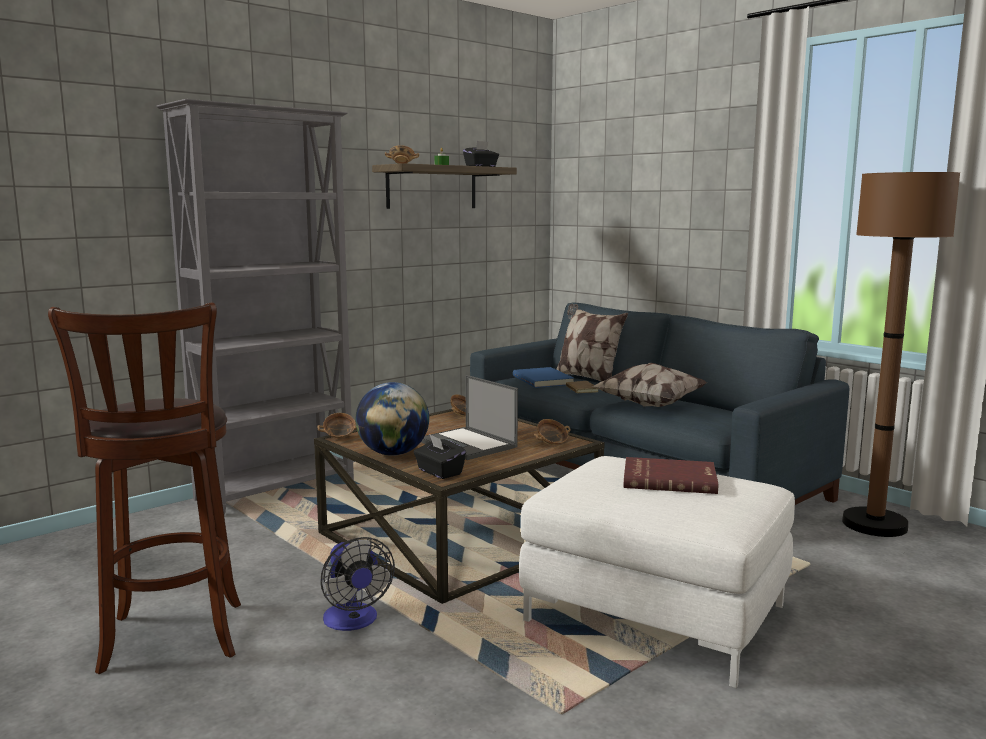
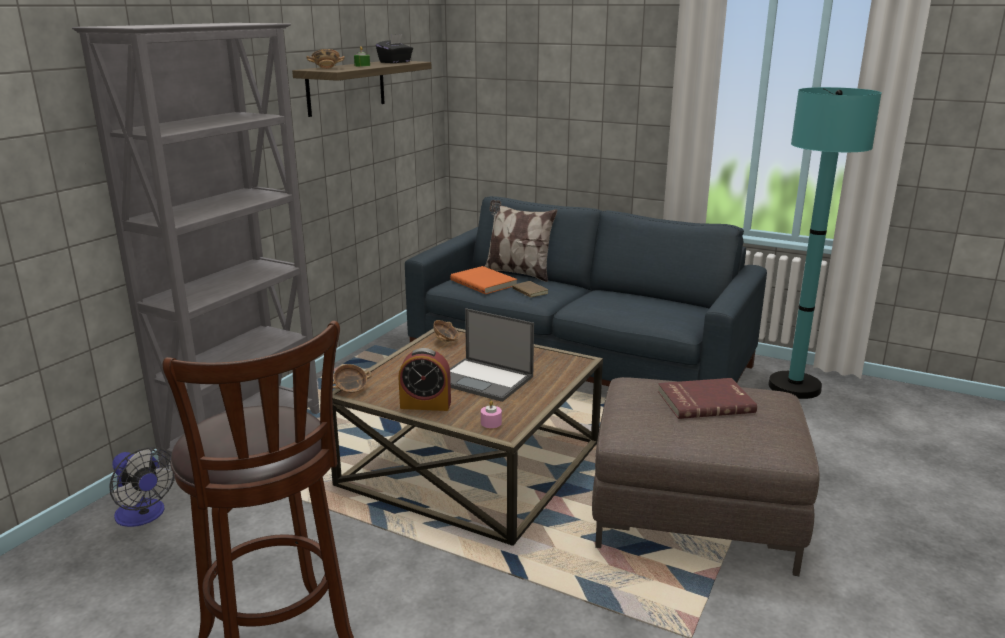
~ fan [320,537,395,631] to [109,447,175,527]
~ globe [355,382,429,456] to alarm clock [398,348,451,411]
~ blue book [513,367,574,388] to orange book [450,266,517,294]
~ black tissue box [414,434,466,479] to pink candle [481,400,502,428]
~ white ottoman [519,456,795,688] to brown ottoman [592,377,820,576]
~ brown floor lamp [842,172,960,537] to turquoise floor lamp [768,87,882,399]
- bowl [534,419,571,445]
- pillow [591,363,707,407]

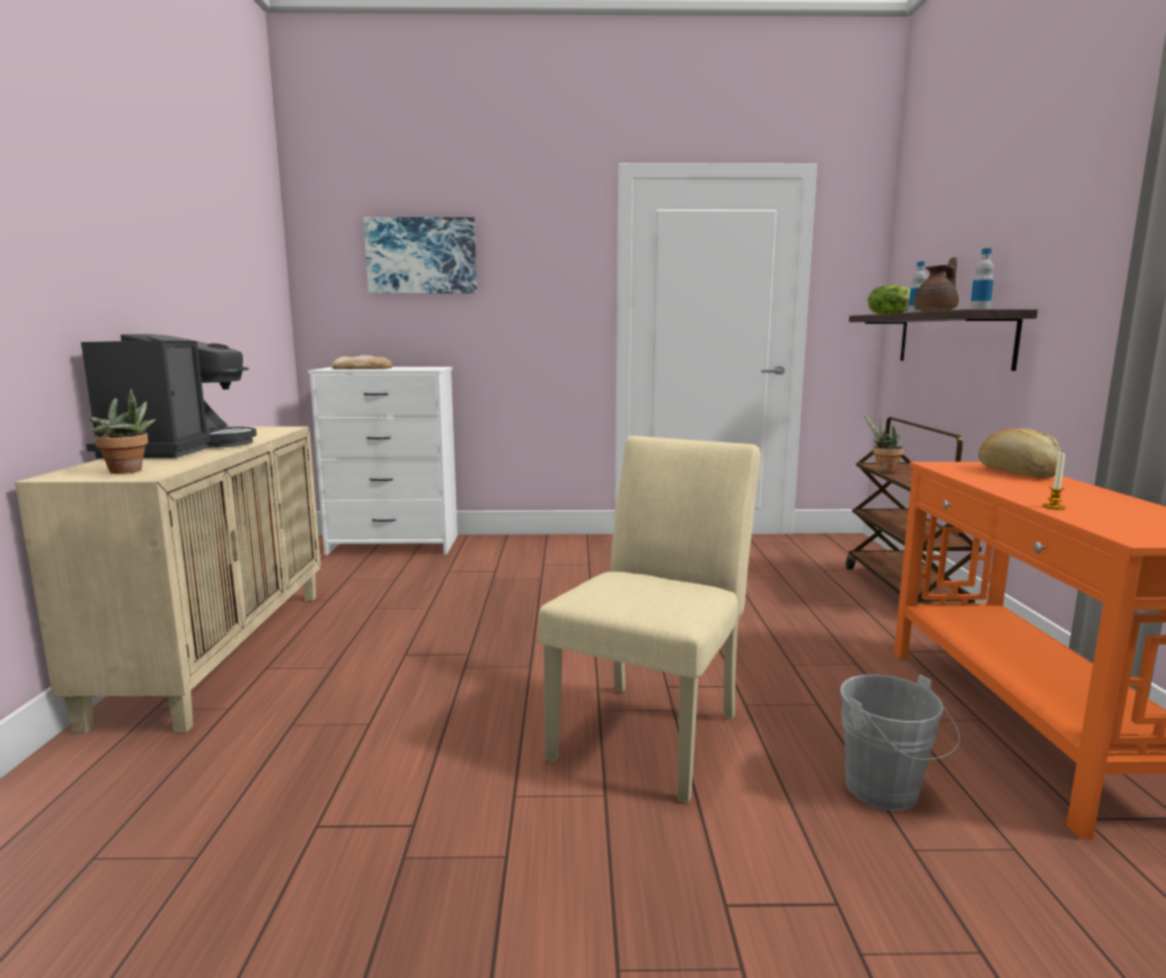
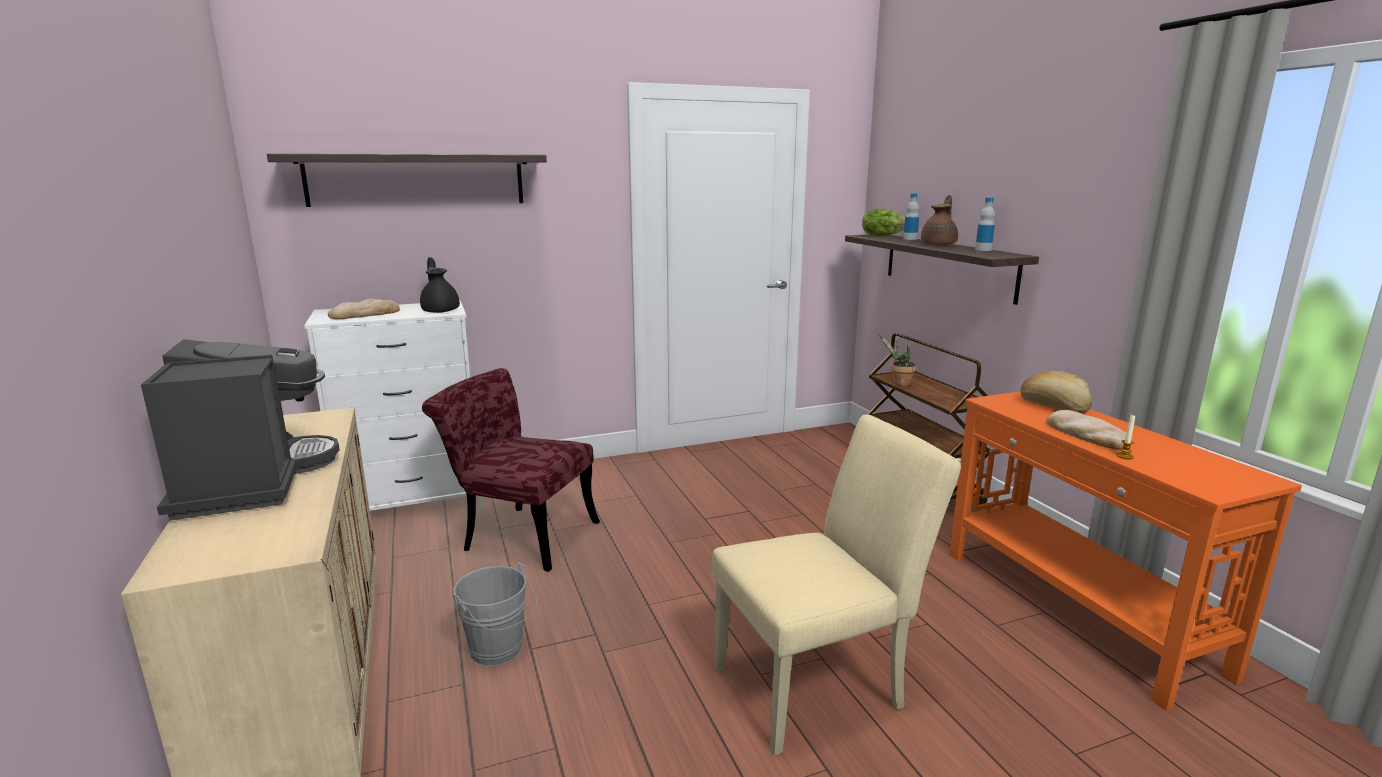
~ picture [363,217,477,294] to shelf [267,154,547,207]
+ black teapot [420,257,460,313]
+ red chair [422,368,600,572]
~ grey bucket [840,674,960,810] to [452,562,537,666]
~ beige chair [538,436,761,804] = [712,414,961,756] 60 degrees clockwise
+ bread [1047,410,1127,450]
- potted plant [89,388,156,474]

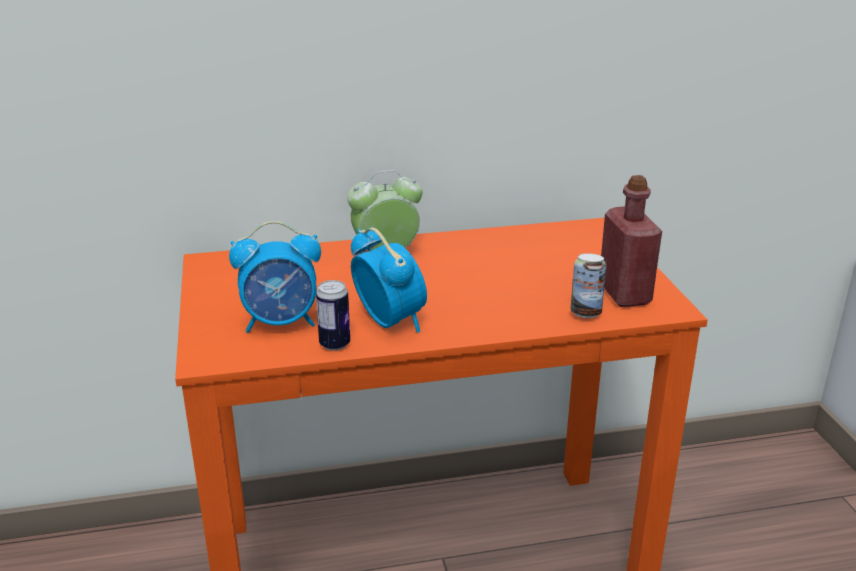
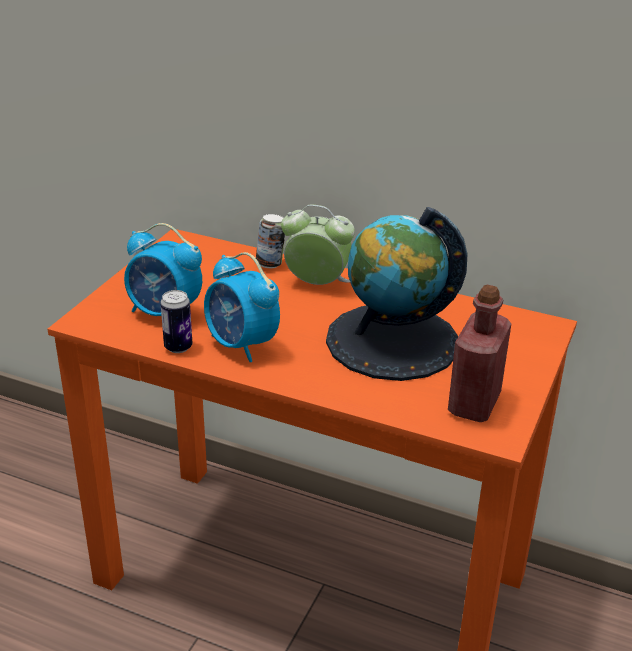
~ alarm clock [351,227,427,333] = [204,252,280,362] 135 degrees clockwise
~ can [570,253,606,318] to [256,214,285,268]
+ globe [326,207,467,381]

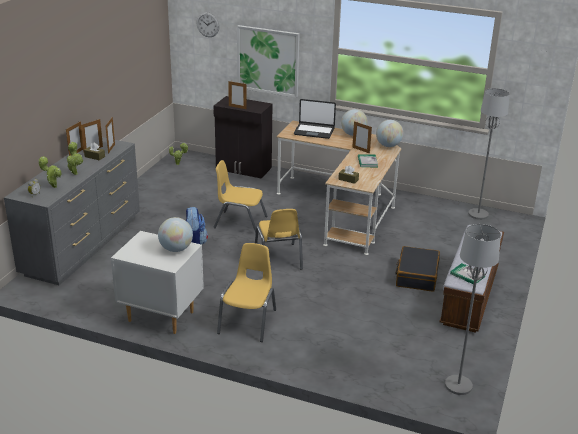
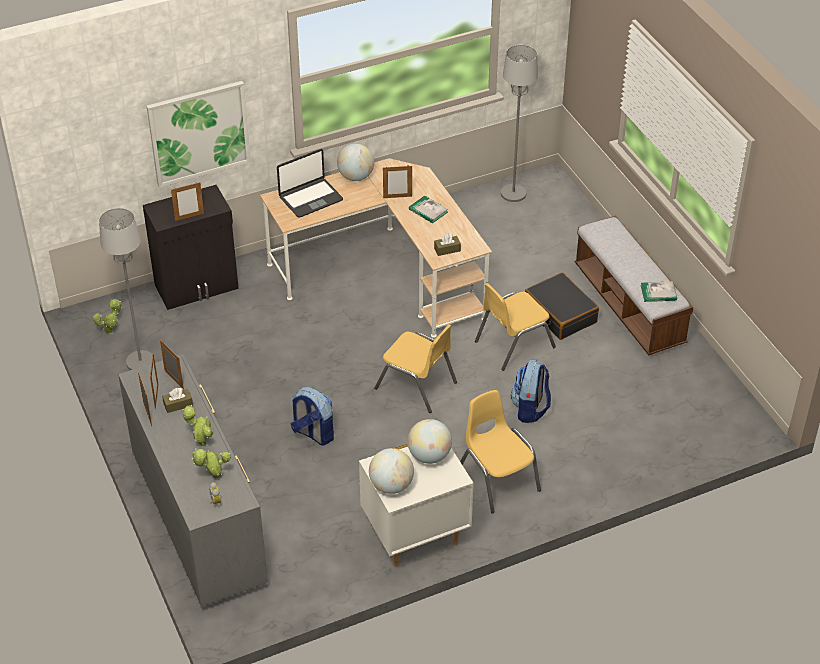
~ grey floor lamp [445,224,501,395] to [99,208,155,370]
~ globe [376,120,403,147] to [369,448,414,494]
~ yellow chair [214,160,268,233] to [475,283,556,371]
+ backpack [511,360,551,423]
- wall clock [196,12,220,37]

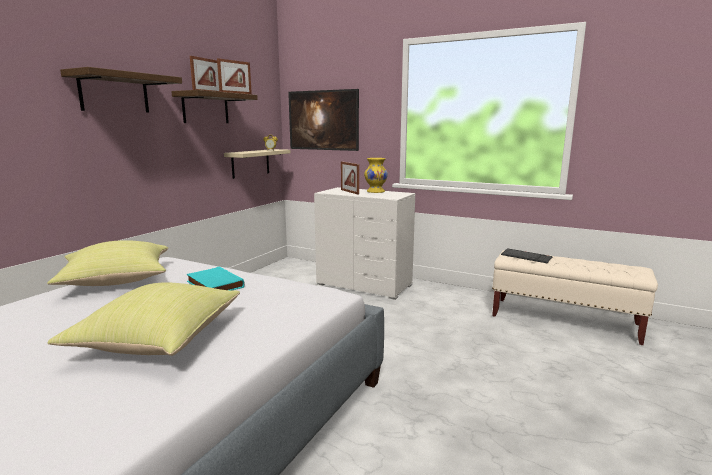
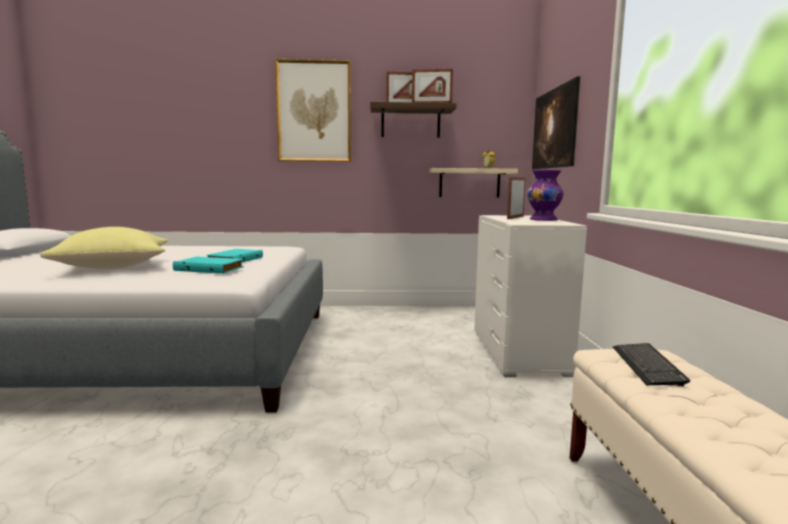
+ turquoise book [173,256,244,274]
~ shelf [60,67,182,112] to picture [275,59,351,162]
~ yellow vase [364,158,388,193] to purple vase [527,170,564,221]
- yellow pillow [47,240,168,286]

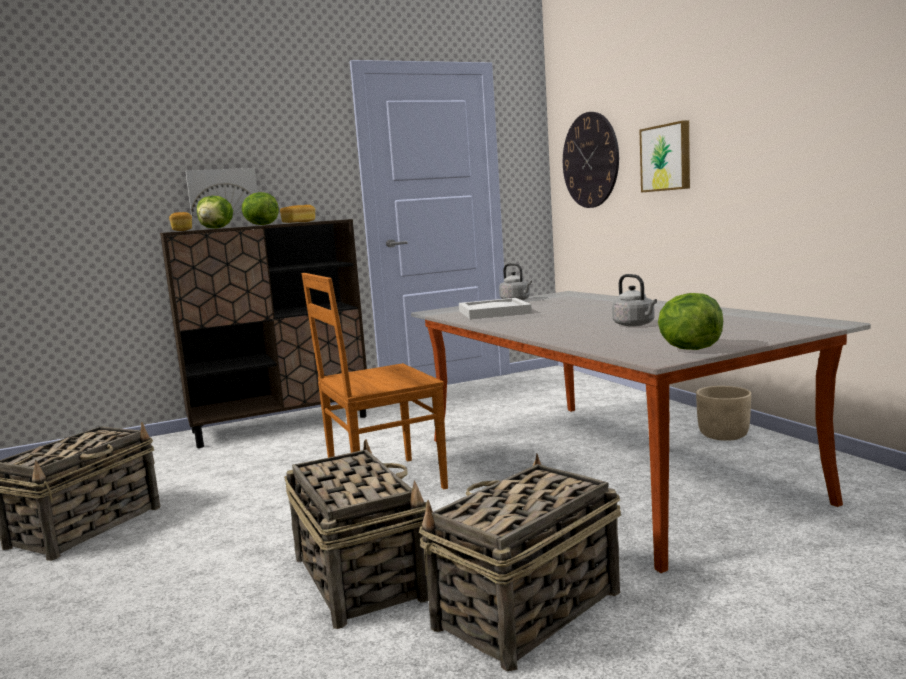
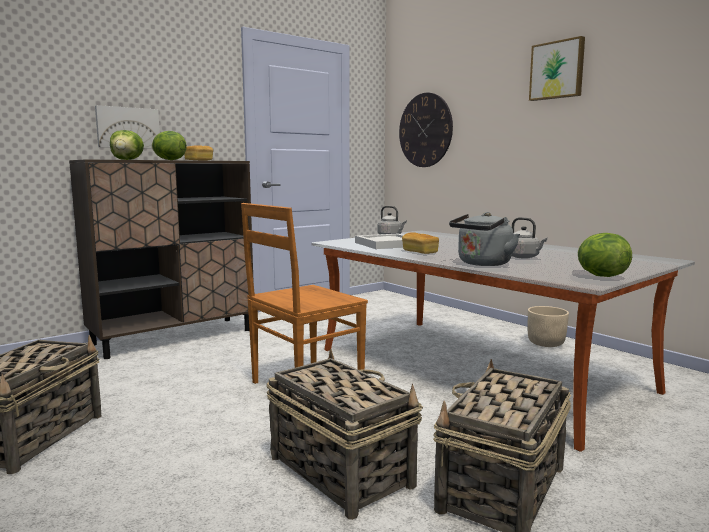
~ bread [169,212,192,231] to [402,232,439,254]
+ grey kettle [449,212,520,266]
~ picture [640,120,690,192] to [529,36,585,101]

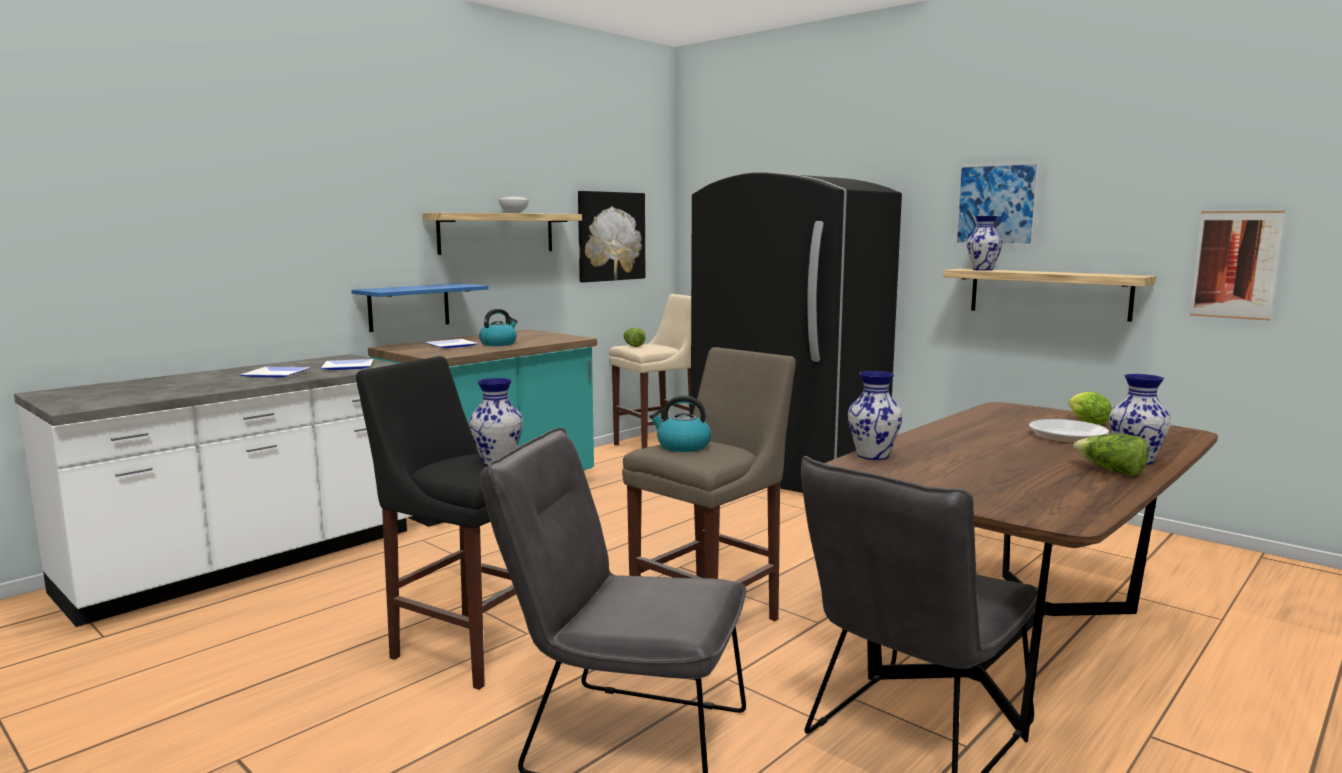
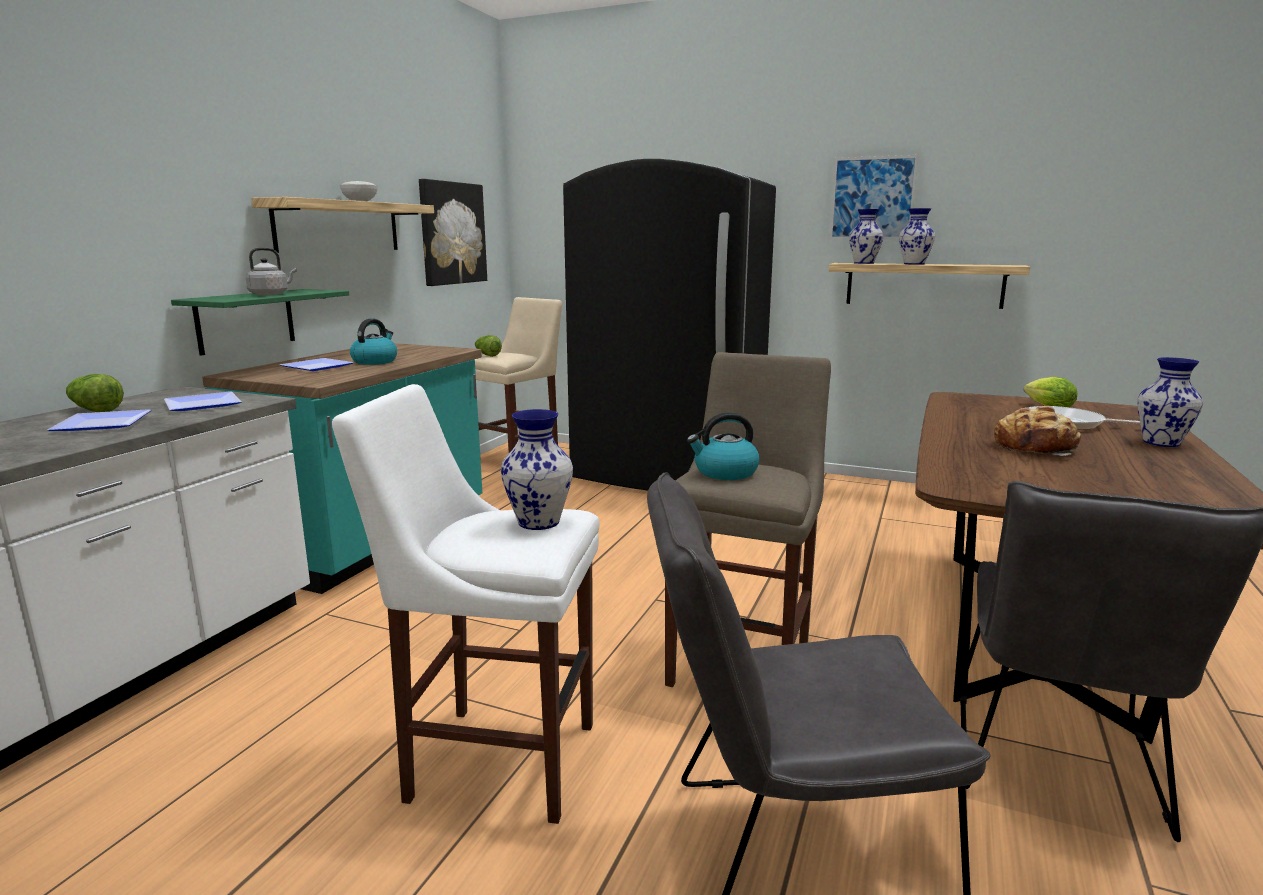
~ lettuce [1073,434,1148,476] to [66,374,124,412]
~ blue shelf [351,283,488,332] to green shelf [171,289,349,355]
+ grey kettle [246,247,297,296]
~ black stool [356,356,516,690] to white stool [332,384,600,824]
~ vase [848,371,903,460] to [899,208,935,265]
+ bread [994,406,1081,456]
- picture [1190,211,1285,321]

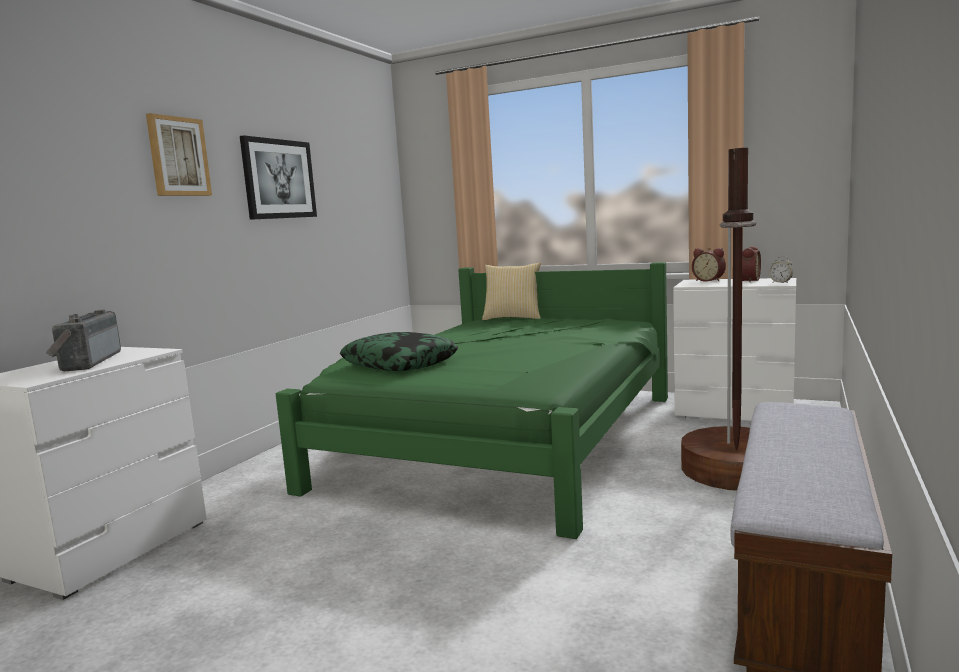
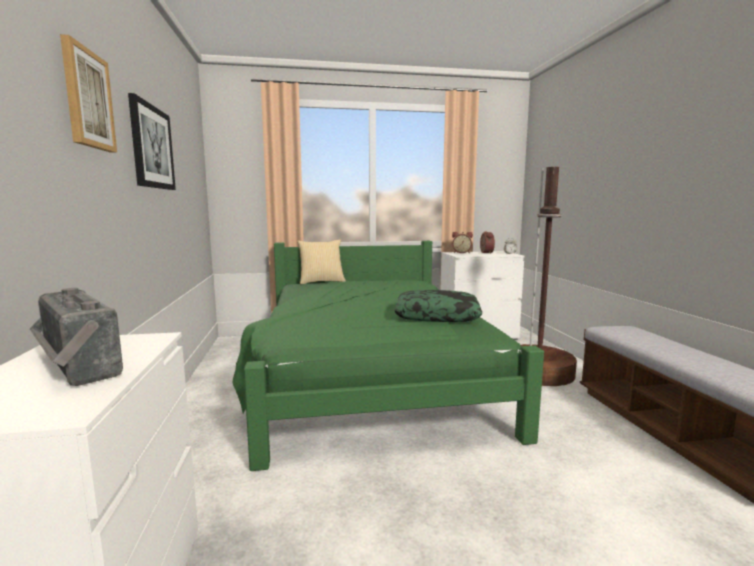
~ pillow [340,332,458,371] to [394,290,482,322]

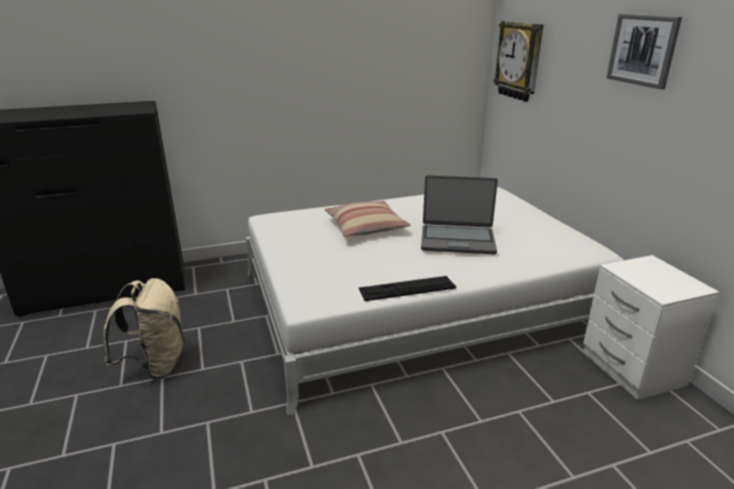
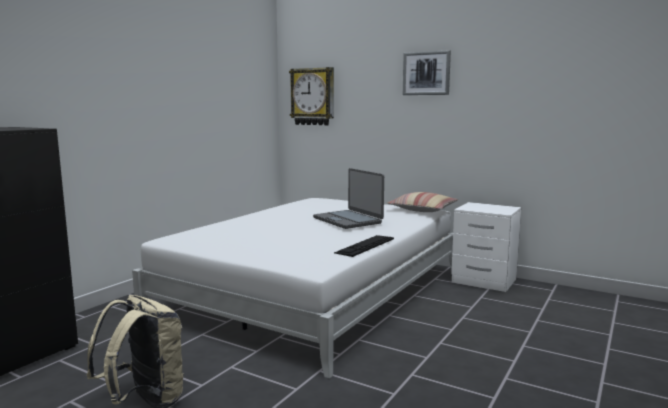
~ laptop [421,175,498,255] = [313,168,384,229] 90 degrees clockwise
~ pillow [324,201,411,237] to [387,192,458,212]

